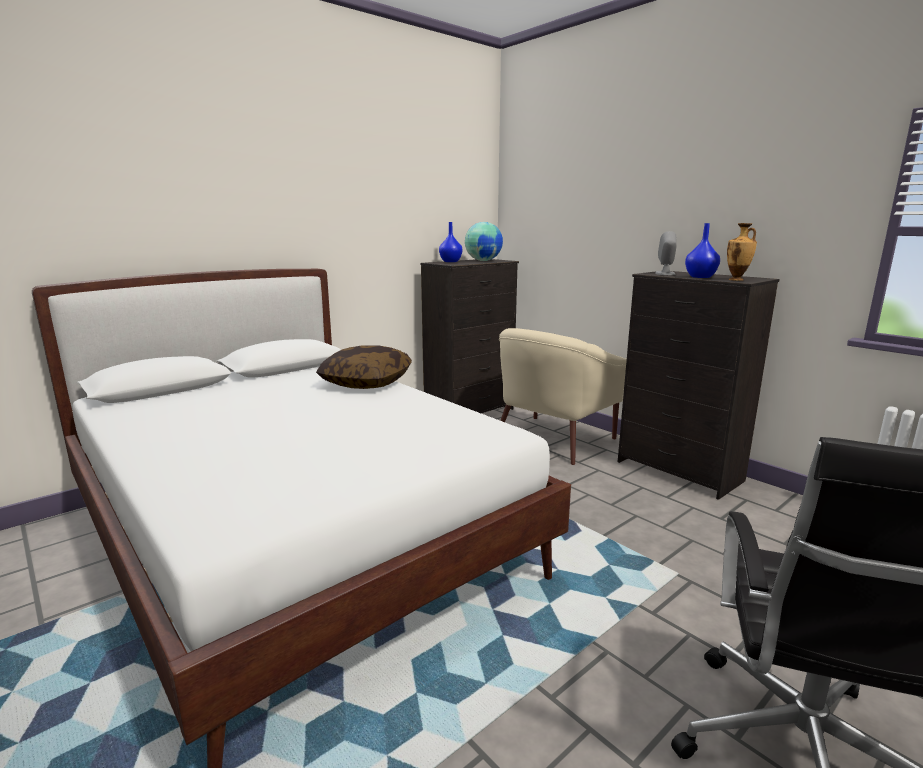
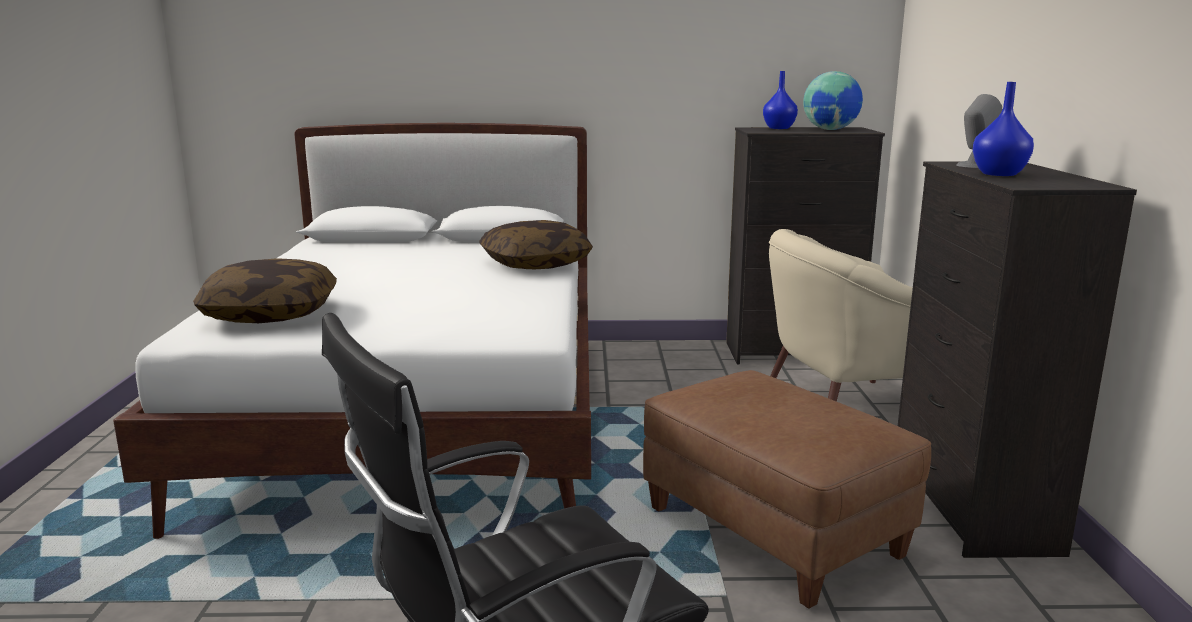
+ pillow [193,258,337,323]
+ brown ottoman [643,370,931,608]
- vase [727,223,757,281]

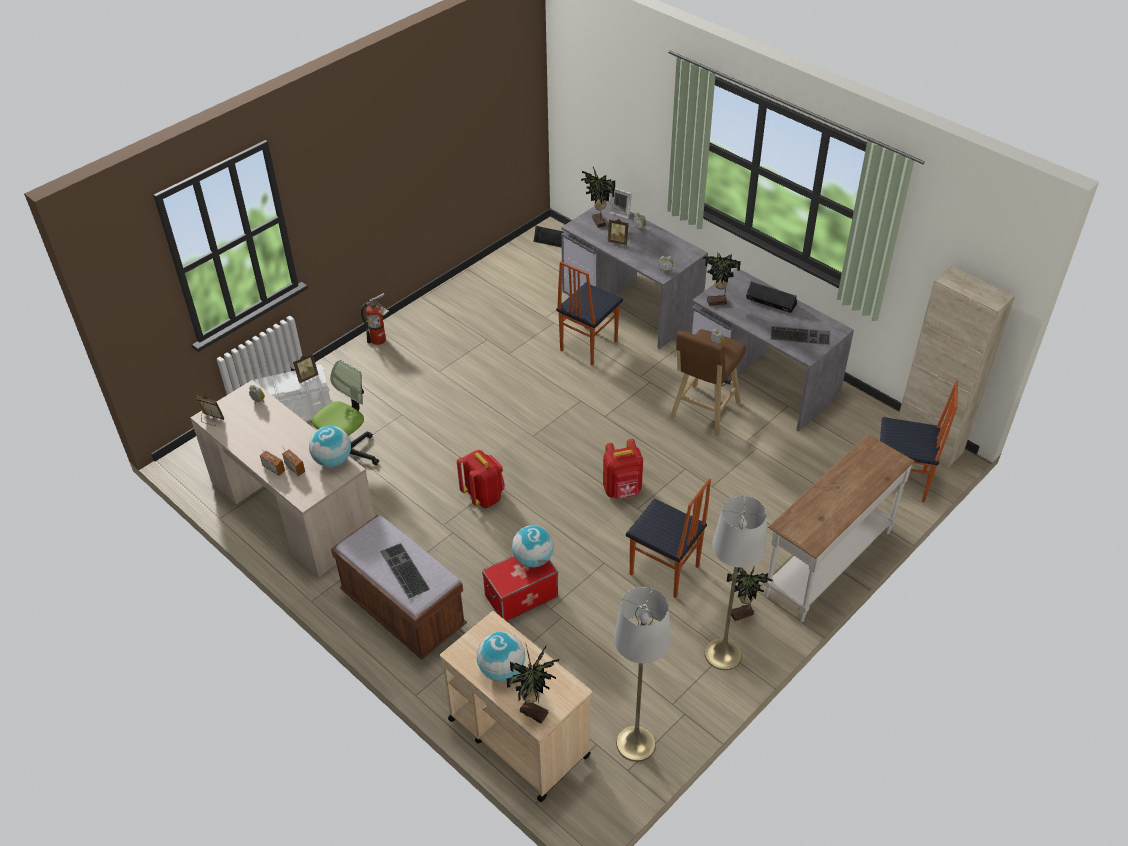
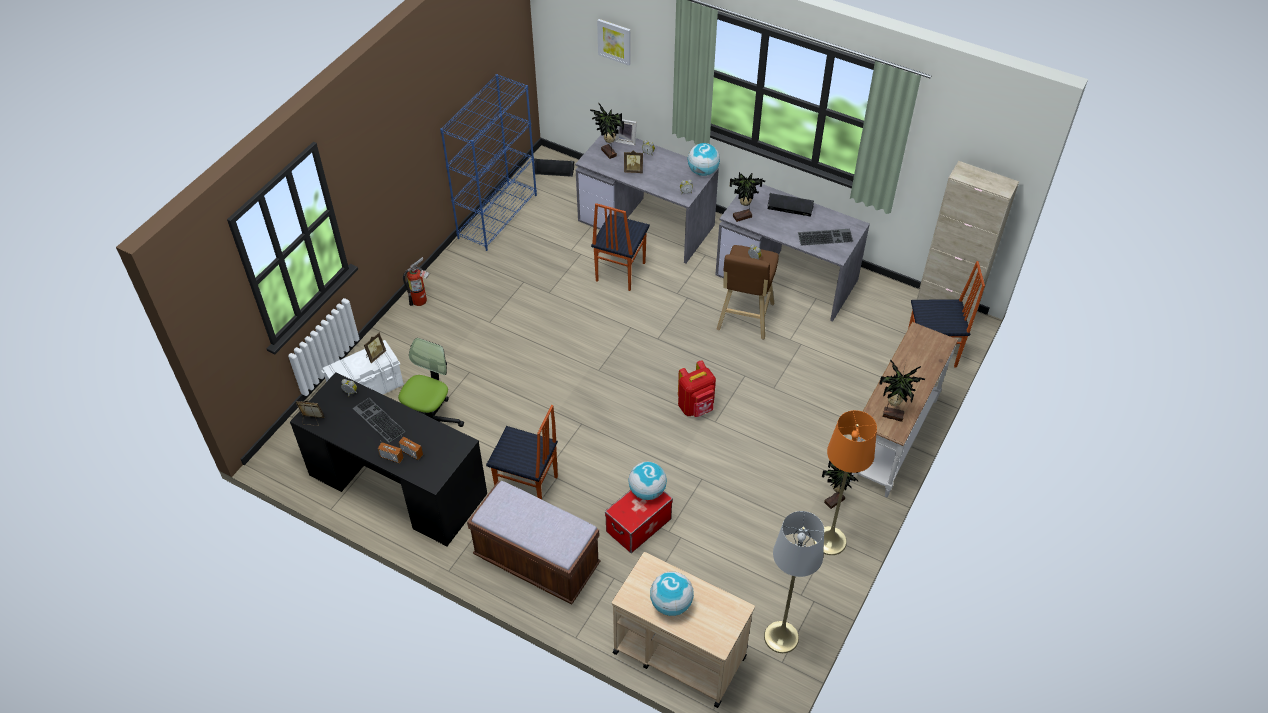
~ beige desk [190,380,374,577] to black desk [290,372,487,546]
~ keyboard [380,543,430,598] to [353,398,406,443]
+ blue bookcase [440,74,537,251]
~ chair [626,478,711,598] to [486,405,558,499]
+ picture [597,19,630,66]
~ globe [309,426,351,467] to [688,143,720,176]
~ grey floor lamp [705,496,767,670] to orange floor lamp [814,410,877,555]
~ potted plant [506,645,559,724] to [879,360,925,422]
- red backpack [457,450,505,508]

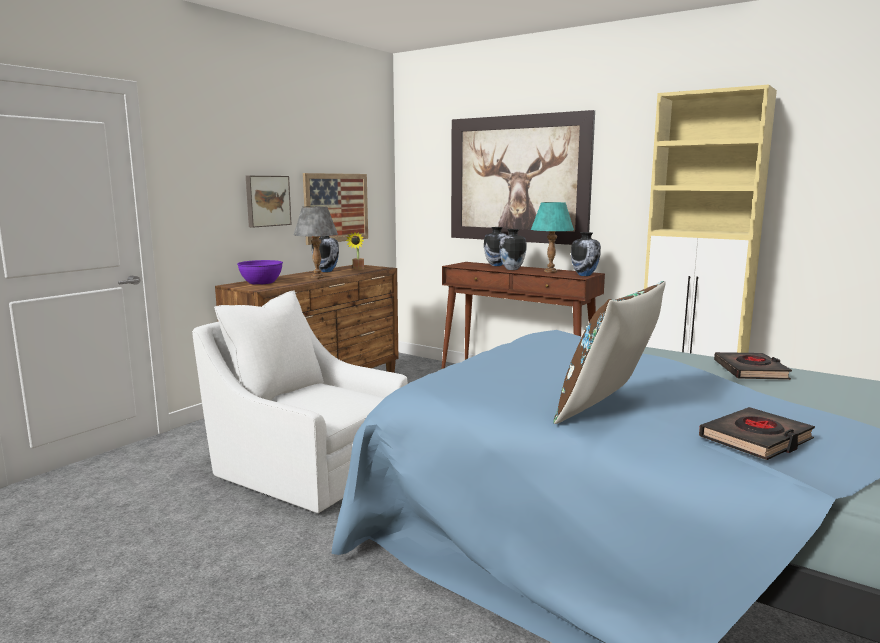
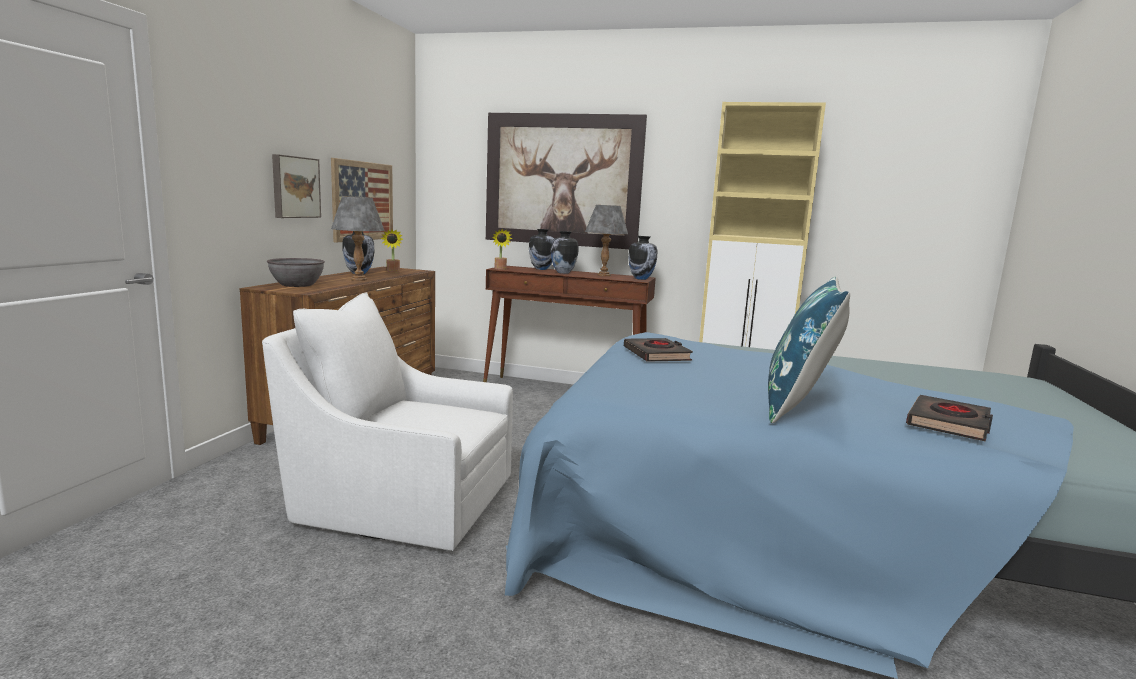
~ purple bowl [237,260,283,285] to grey bowl [267,258,325,287]
+ potted plant [492,229,513,270]
~ turquoise table lamp [531,202,574,273] to grey table lamp [585,205,628,276]
~ black book [714,352,792,380] to [624,338,693,362]
~ brown pillow [553,281,666,424] to blue pillow [768,277,850,423]

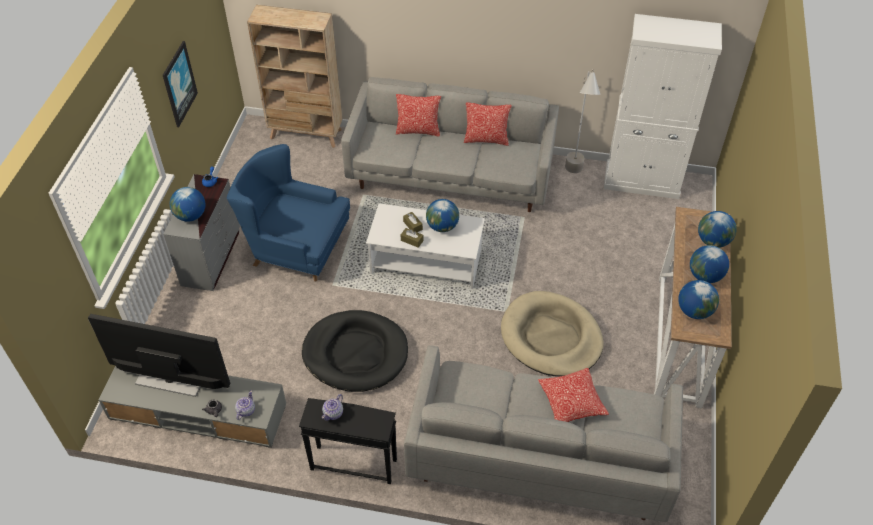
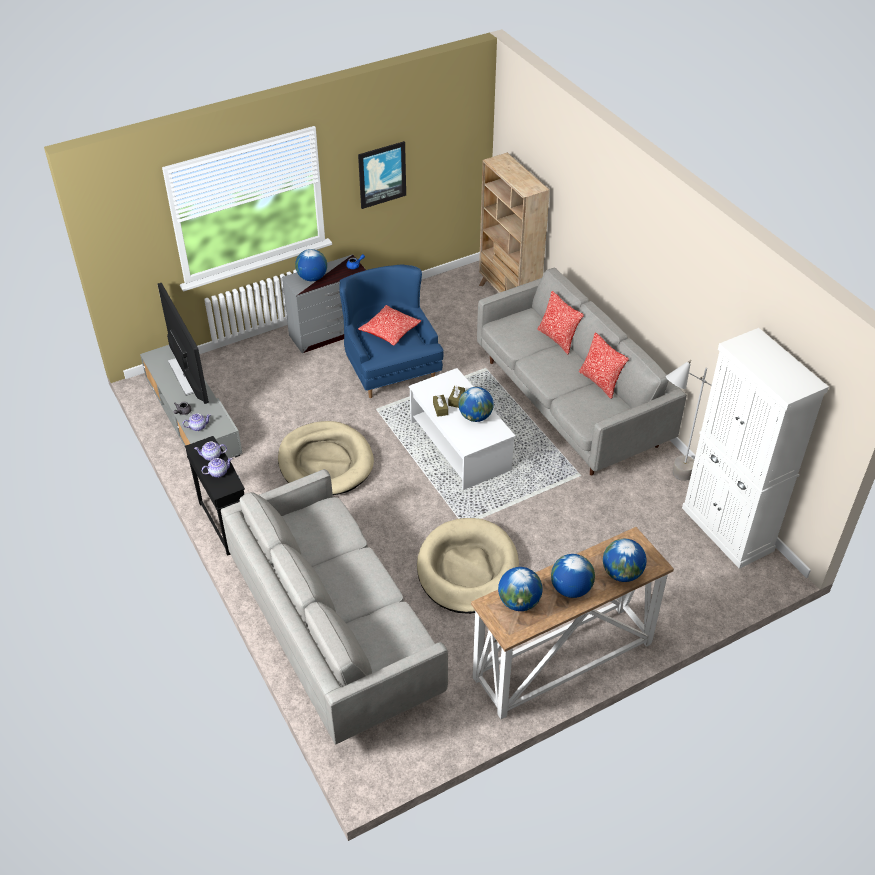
+ teapot [202,458,232,477]
~ black dog bed [302,310,408,392] to beige dog bed [278,421,374,495]
~ pillow [538,368,609,422] to [358,305,421,346]

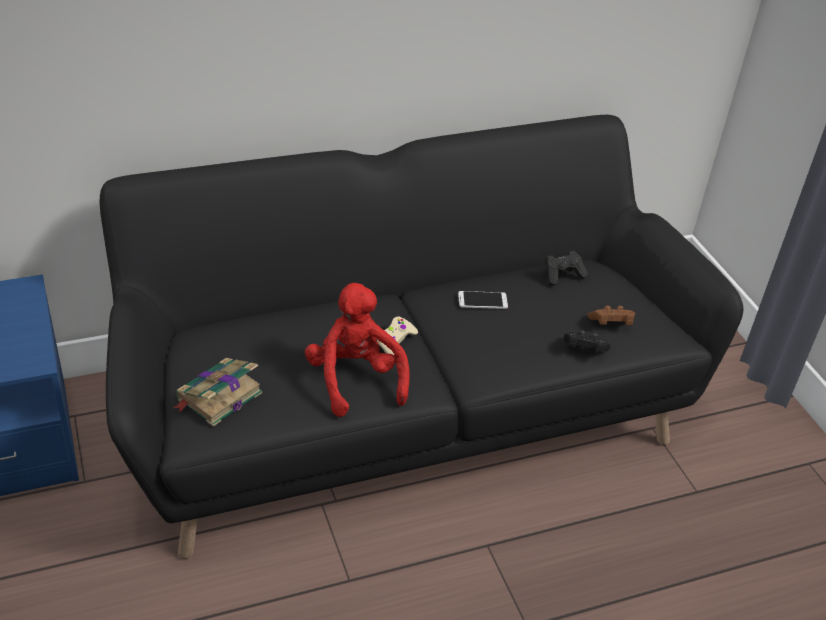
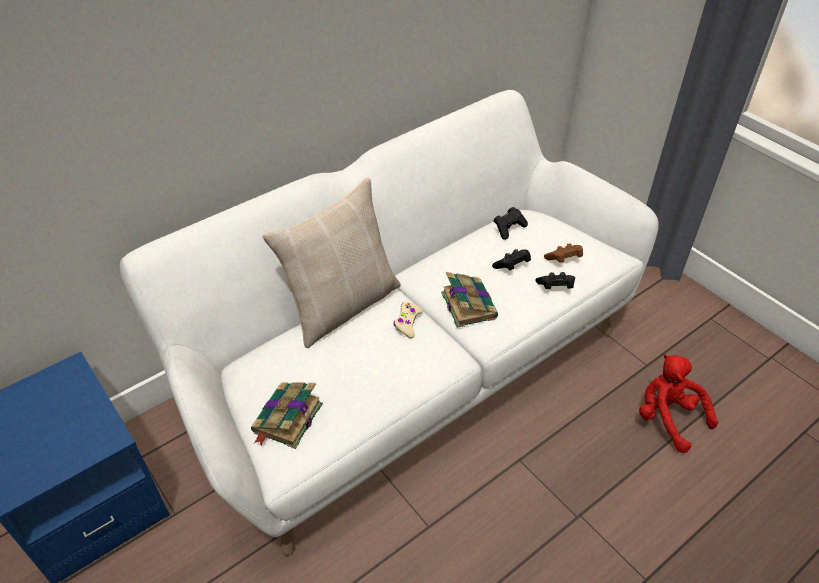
~ black sofa [100,115,743,559] to white sofa [120,90,659,556]
+ beige pillow [262,178,401,348]
+ book [441,272,498,328]
+ black game controller [492,249,531,270]
~ red plush toy [305,283,410,417] to [639,354,718,453]
- phone [458,291,508,309]

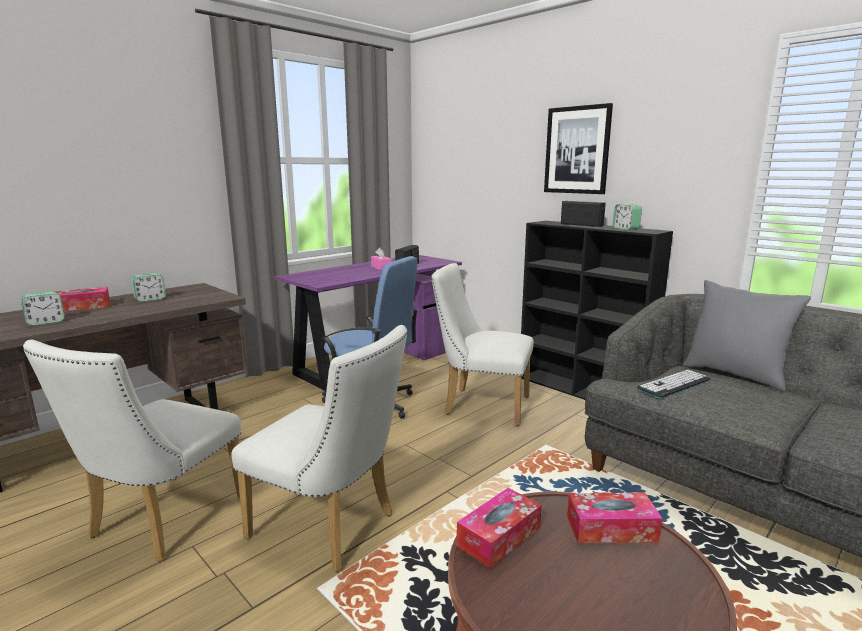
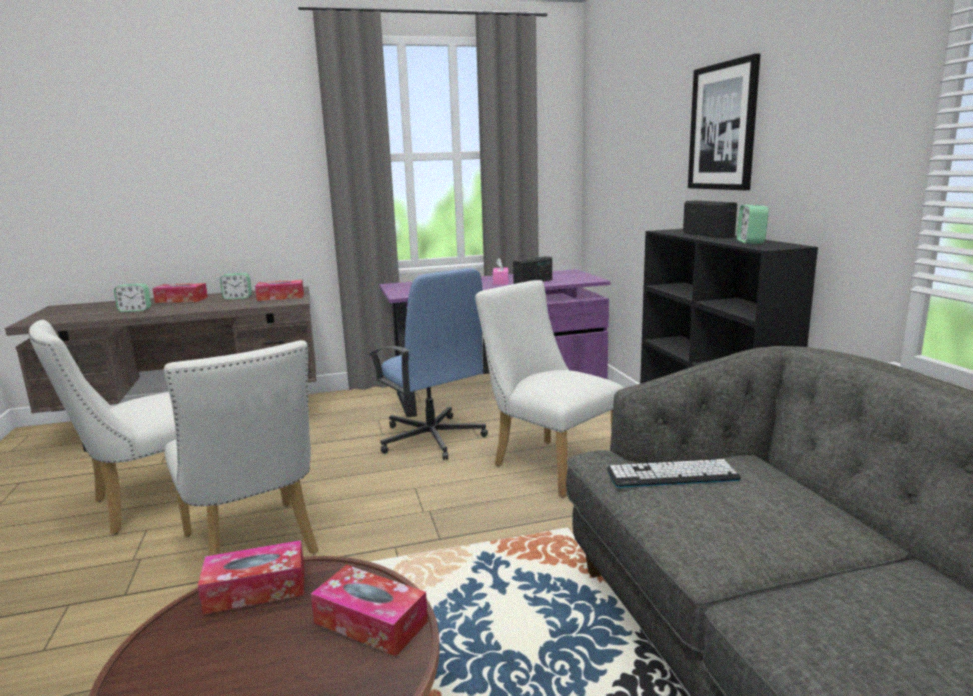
+ tissue box [255,280,304,301]
- grey pillow [683,280,811,392]

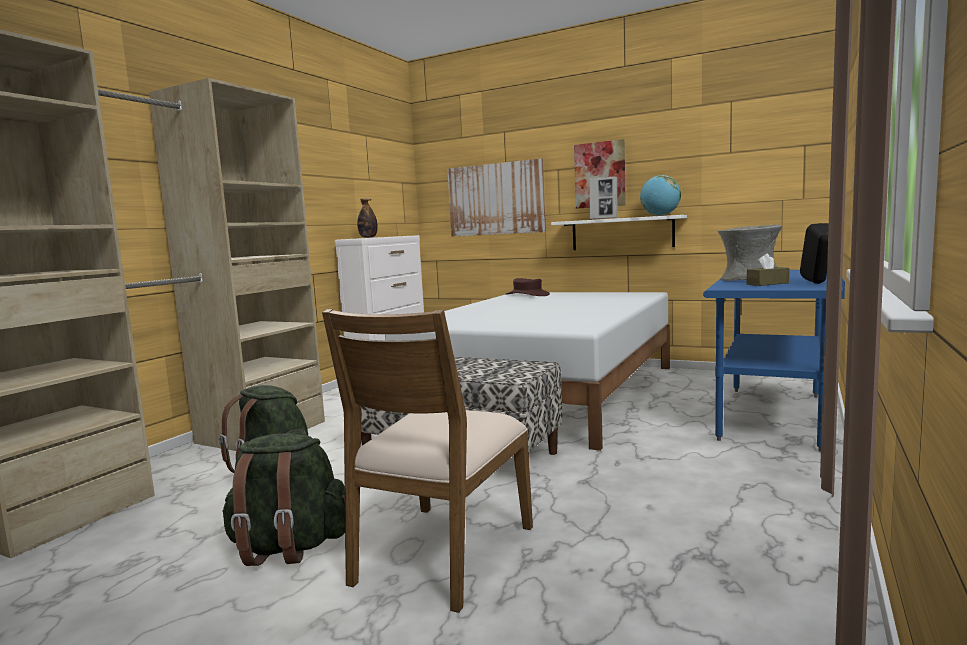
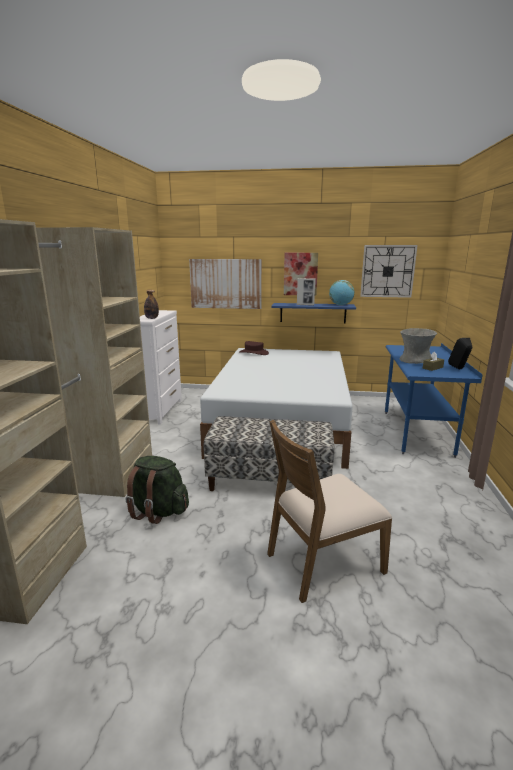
~ brown chair [322,309,533,613] = [267,420,392,603] 60 degrees clockwise
~ white shelf [551,215,687,250] to blue shelf [271,303,356,323]
+ wall clock [360,245,418,298]
- green backpack [222,433,345,566]

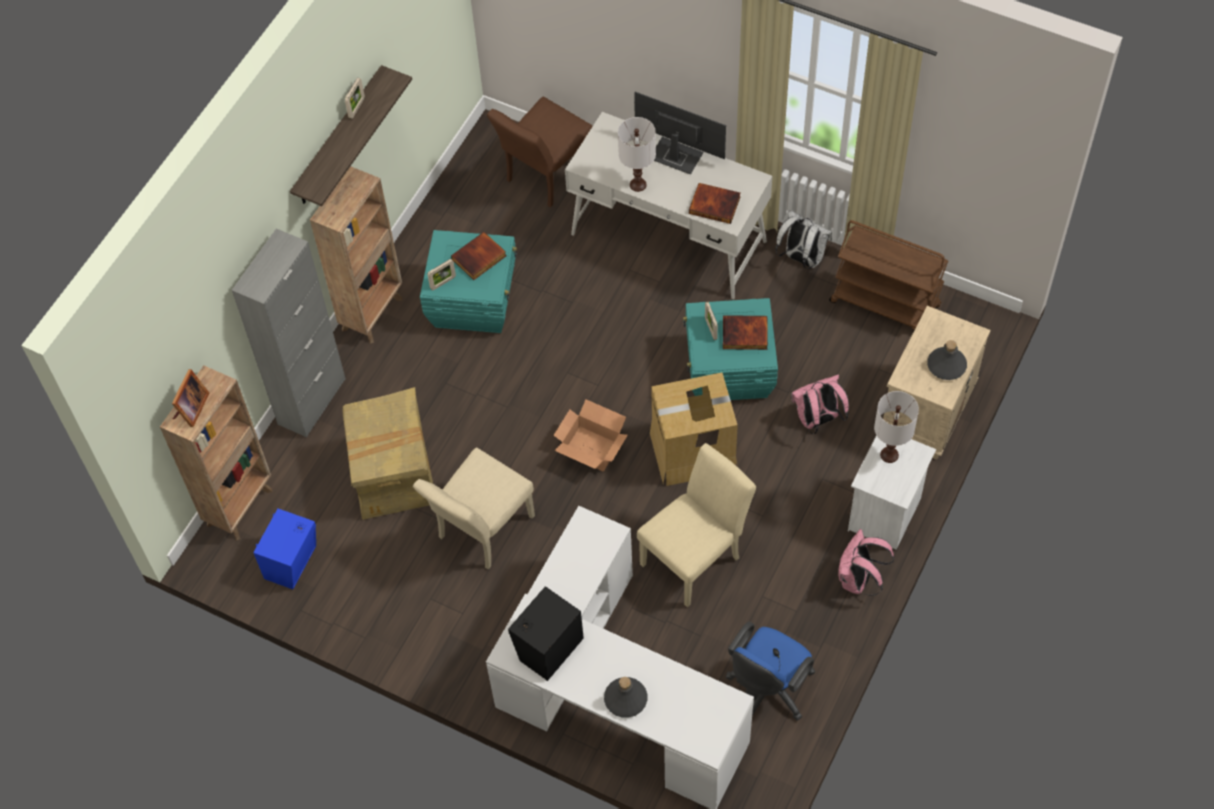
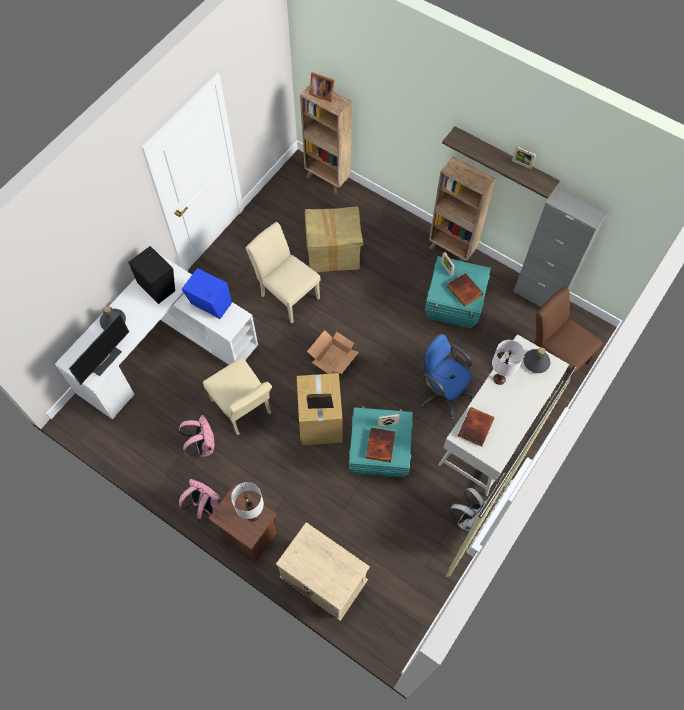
~ monitor [634,92,726,175] to [69,314,129,385]
~ pink backpack [791,374,849,434] to [179,415,214,457]
~ blue speaker [253,508,316,589] to [182,268,232,319]
~ white nightstand [848,435,936,550] to brown nightstand [208,485,279,561]
~ blue office chair [726,622,815,721] to [421,333,474,420]
~ grey cabinet [232,229,346,437] to [513,186,608,307]
~ grey bottle [927,340,967,380] to [523,348,550,373]
- brown cart [829,220,948,330]

